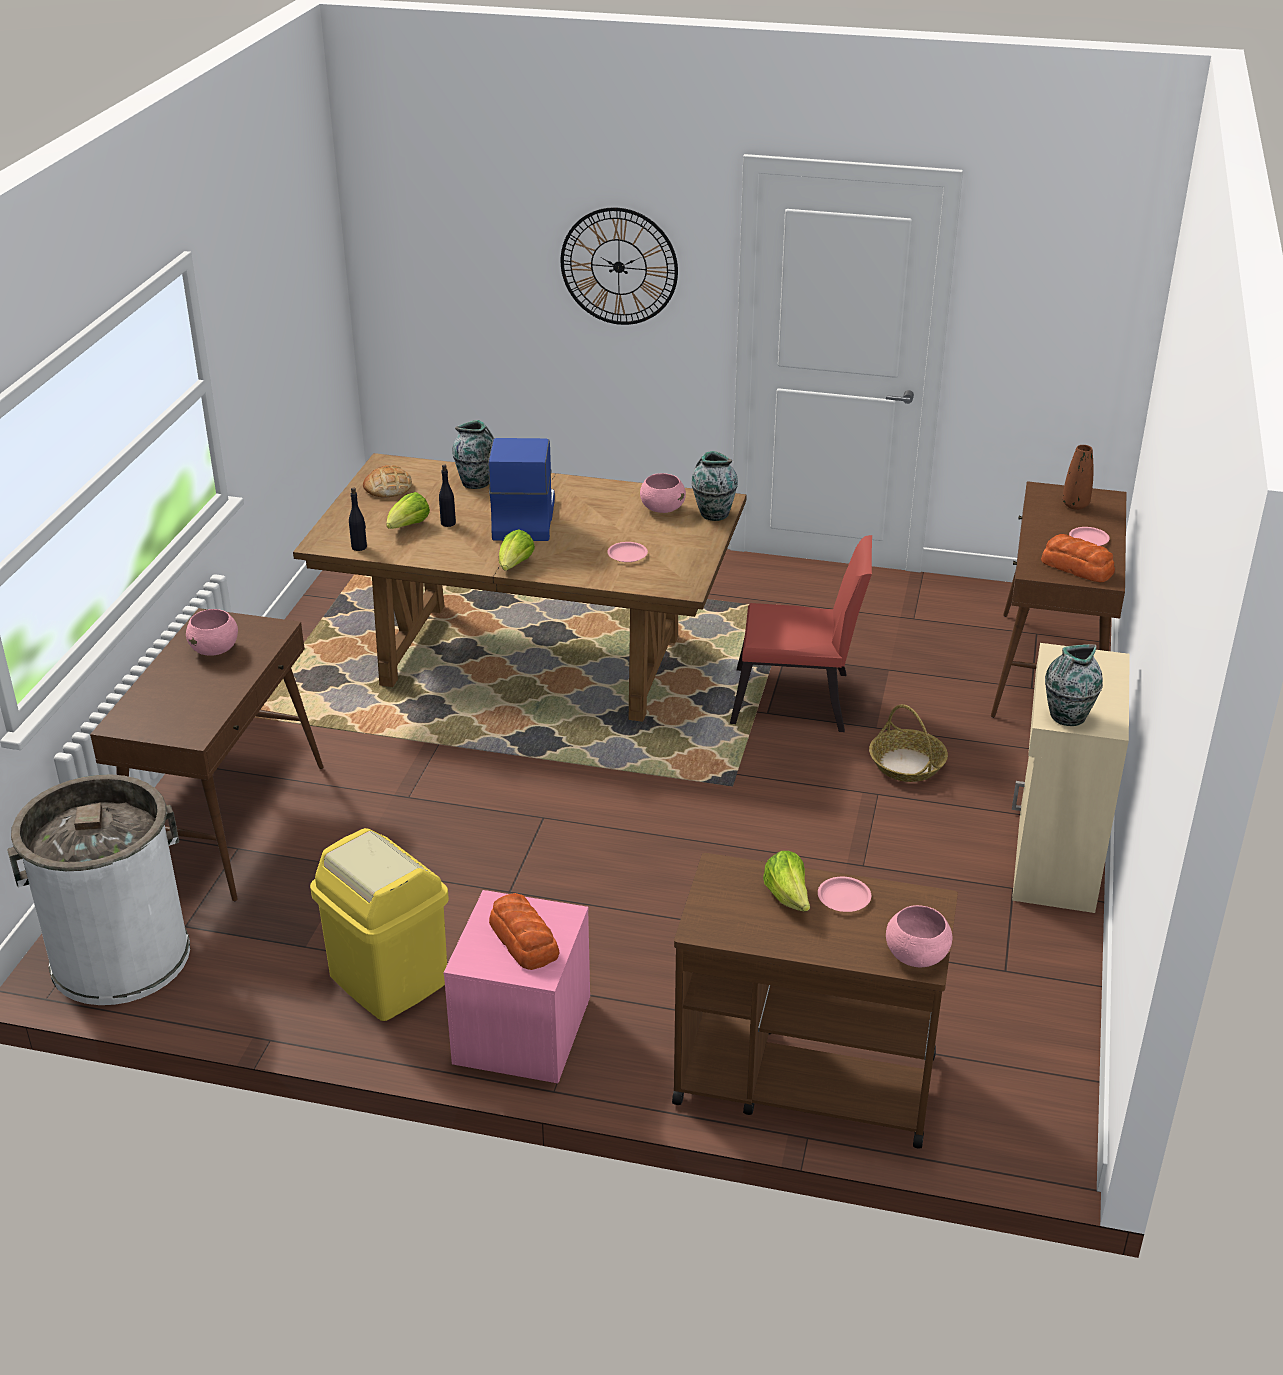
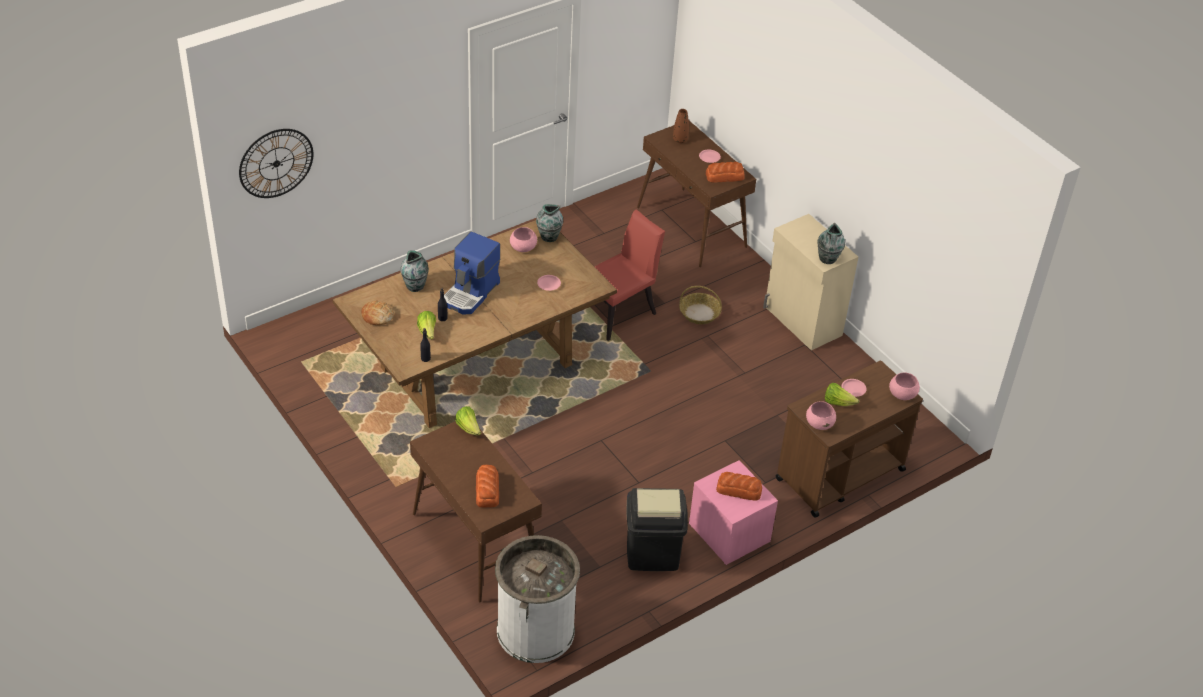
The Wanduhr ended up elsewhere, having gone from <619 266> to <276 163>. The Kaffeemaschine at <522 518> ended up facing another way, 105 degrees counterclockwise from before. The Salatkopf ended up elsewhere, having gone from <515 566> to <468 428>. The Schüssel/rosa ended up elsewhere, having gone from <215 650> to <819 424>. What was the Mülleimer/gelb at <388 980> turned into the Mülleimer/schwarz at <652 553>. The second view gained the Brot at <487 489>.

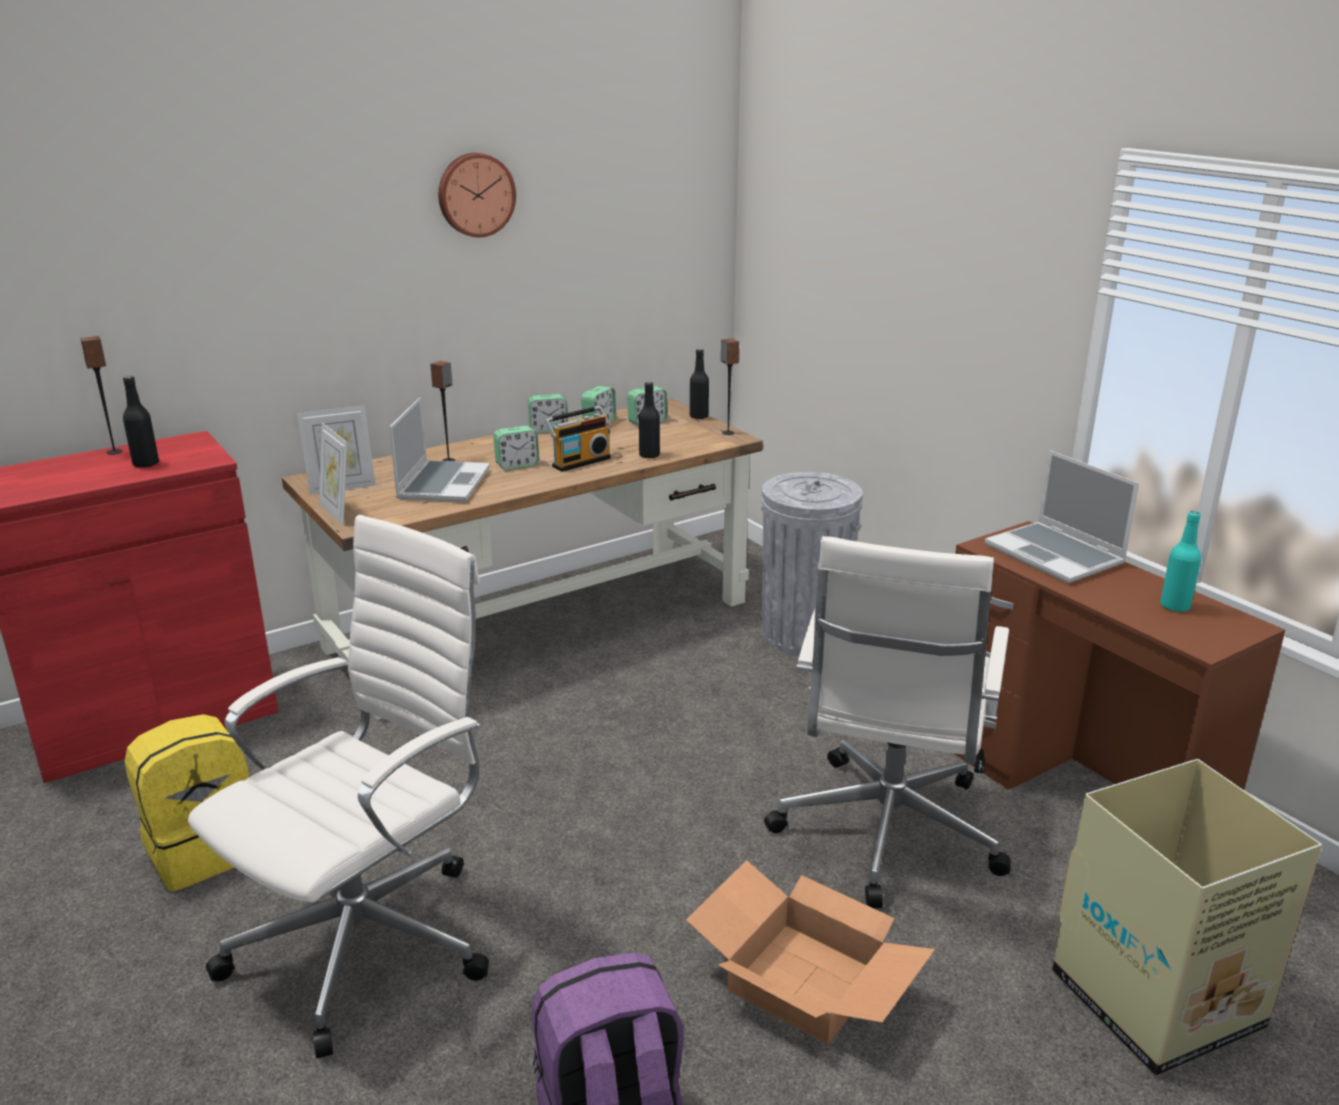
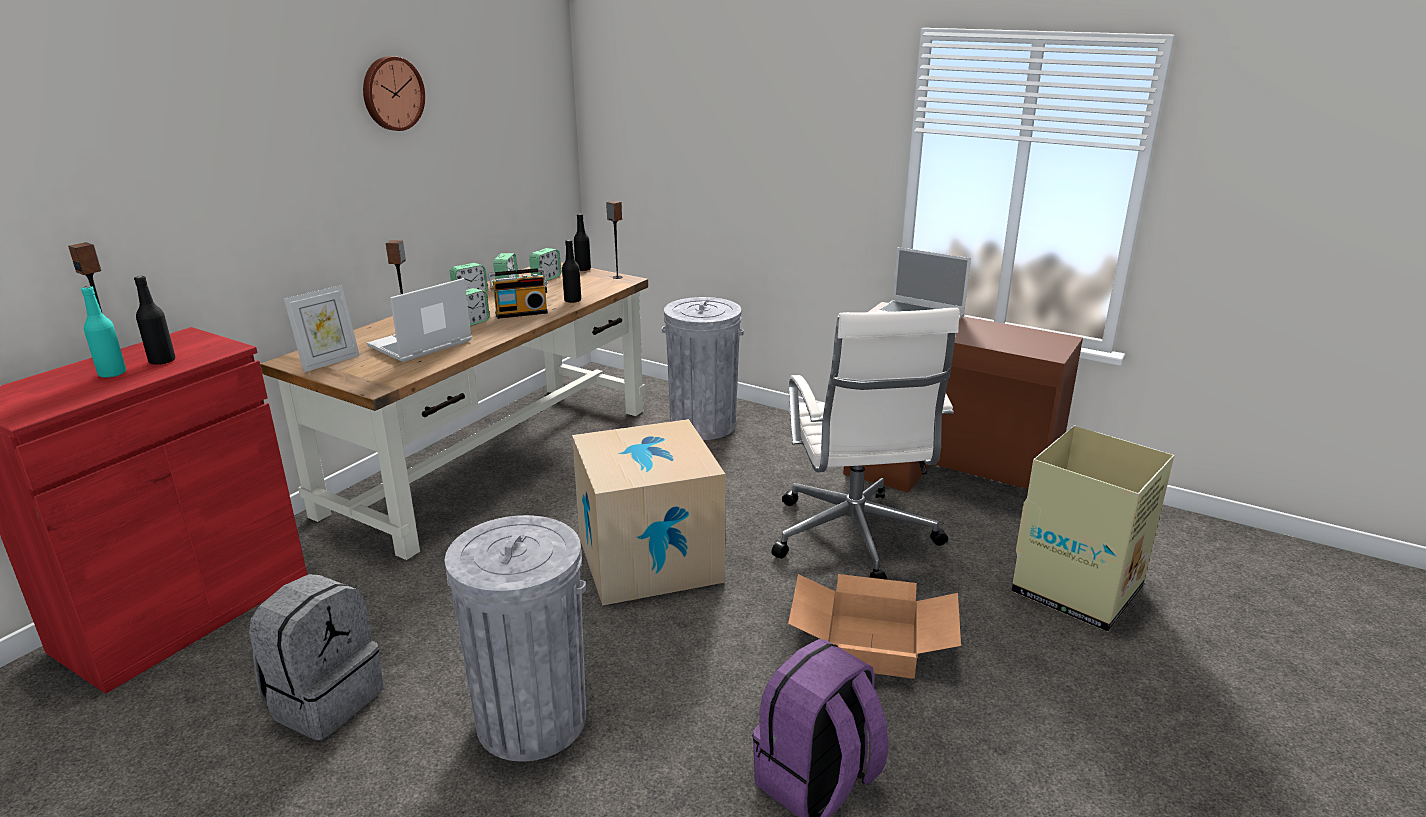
The Laptop at <443 483> ended up facing another way, 120 degrees counterclockwise from before. The Radio at <580 461> ended up facing another way, 45 degrees clockwise from before. The second view lost the Bilderrahmen at <337 513>. The Flasche/türkis ended up elsewhere, having gone from <1175 606> to <112 373>. Where the Bürostuhl/weiß stood at <369 939>, the Mülleimer/grau came to stand at <532 719>. What was the Rucksack/gelb at <204 850> turned into the Rucksack/grau at <325 700>. The second view gained the Karton at <649 559>.

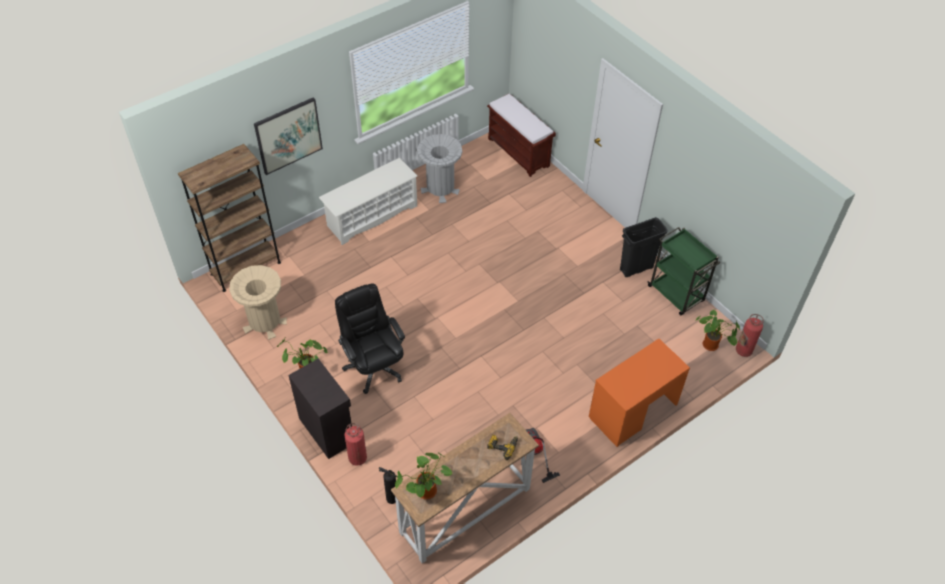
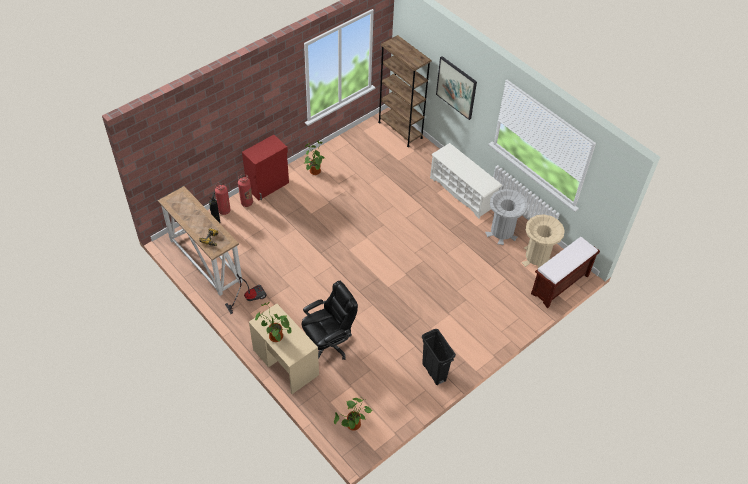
The second view lost the Rollwagen/grün at <676 294>. The Mülleimer/beige ended up elsewhere, having gone from <264 322> to <536 258>. The Bürostuhl/schwarz ended up elsewhere, having gone from <374 366> to <329 343>. The Feuerlöscher ended up elsewhere, having gone from <743 350> to <224 210>. What was the Schreibtisch/orange at <633 411> turned into the Schreibtisch/beige at <285 362>. What was the Schrank/schwarz at <327 429> turned into the Schrank/rot at <268 186>. The Topfpflanze ended up elsewhere, having gone from <426 493> to <274 336>.

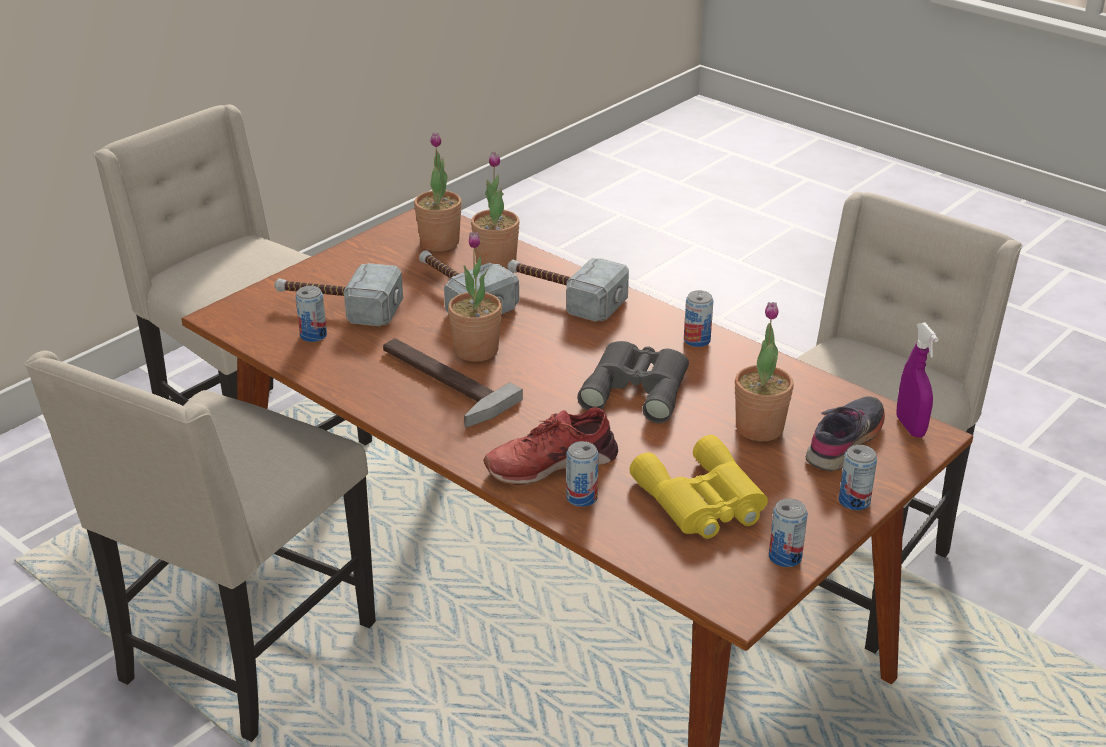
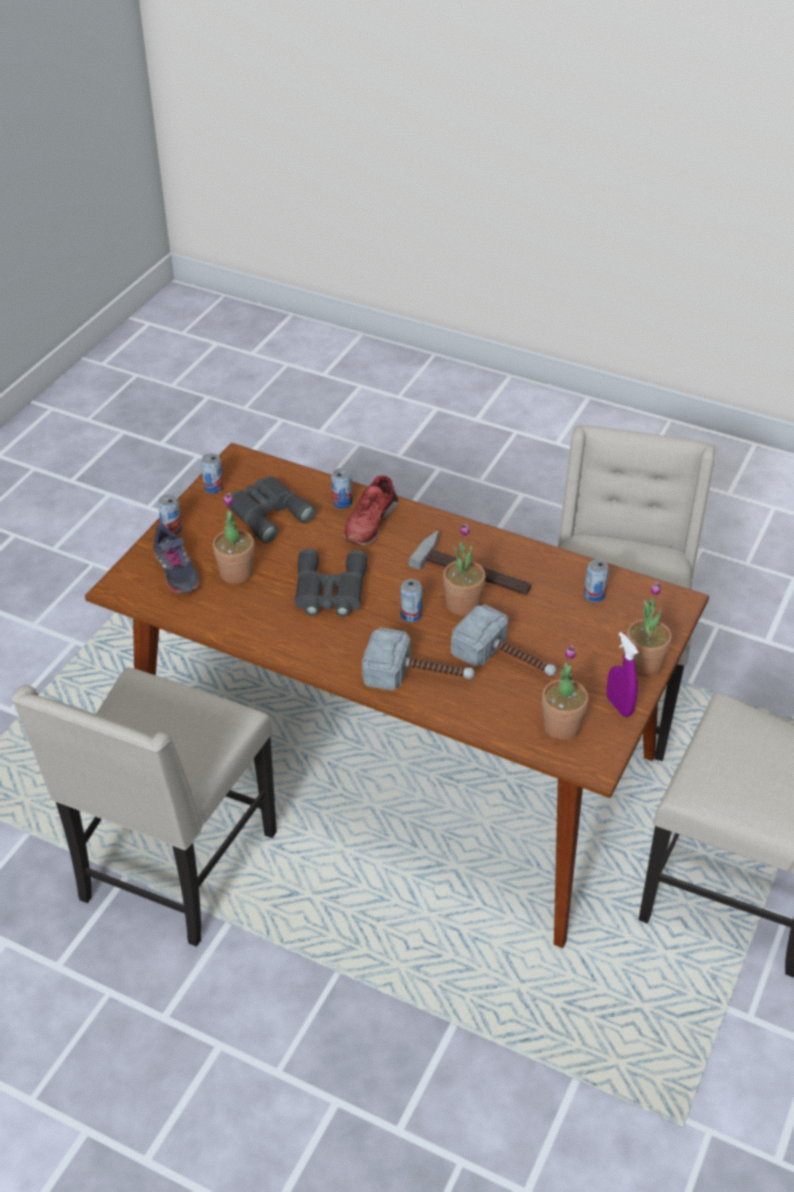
The Topfpflanze ended up elsewhere, having gone from <496 262> to <644 664>. The second view lost the Hammer at <338 307>. The Dose ended up elsewhere, having gone from <697 340> to <411 615>. The Sprühflasche/lila ended up elsewhere, having gone from <910 427> to <619 706>. The Schuh/grau at <845 442> ended up facing another way, 45 degrees counterclockwise from before. The Schuh/rot at <551 463> ended up facing another way, 150 degrees clockwise from before. What was the Fernglas/gelb at <702 502> turned into the Fernglas/grau at <267 512>.

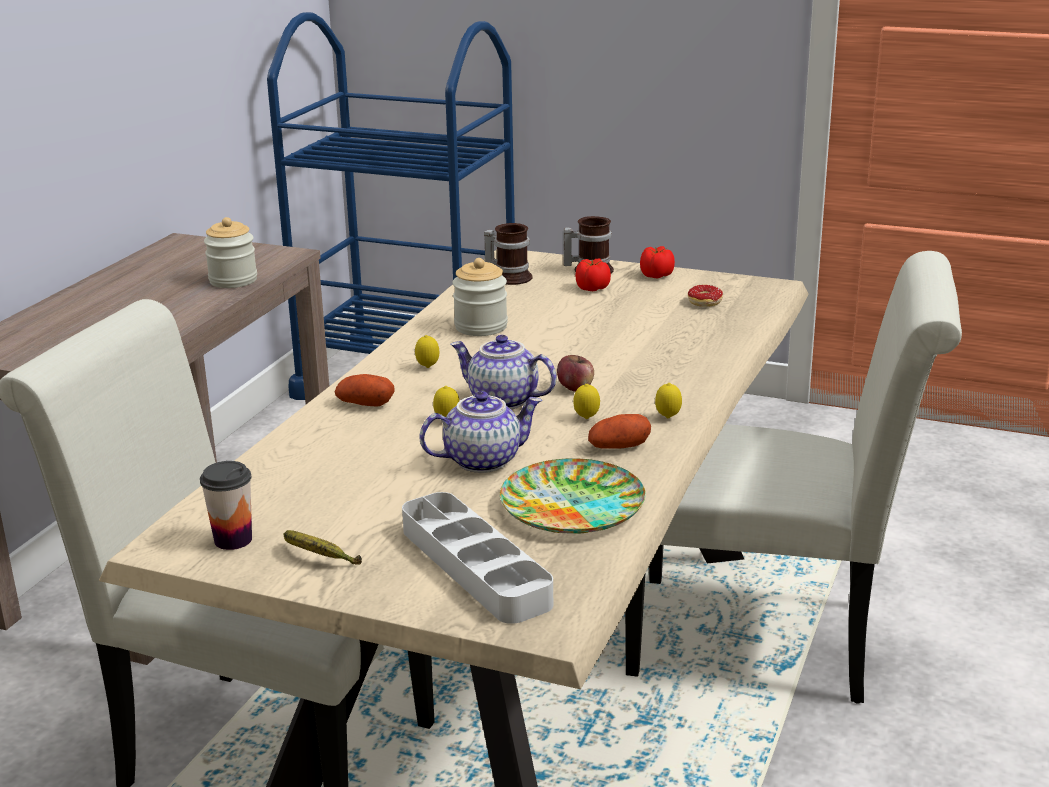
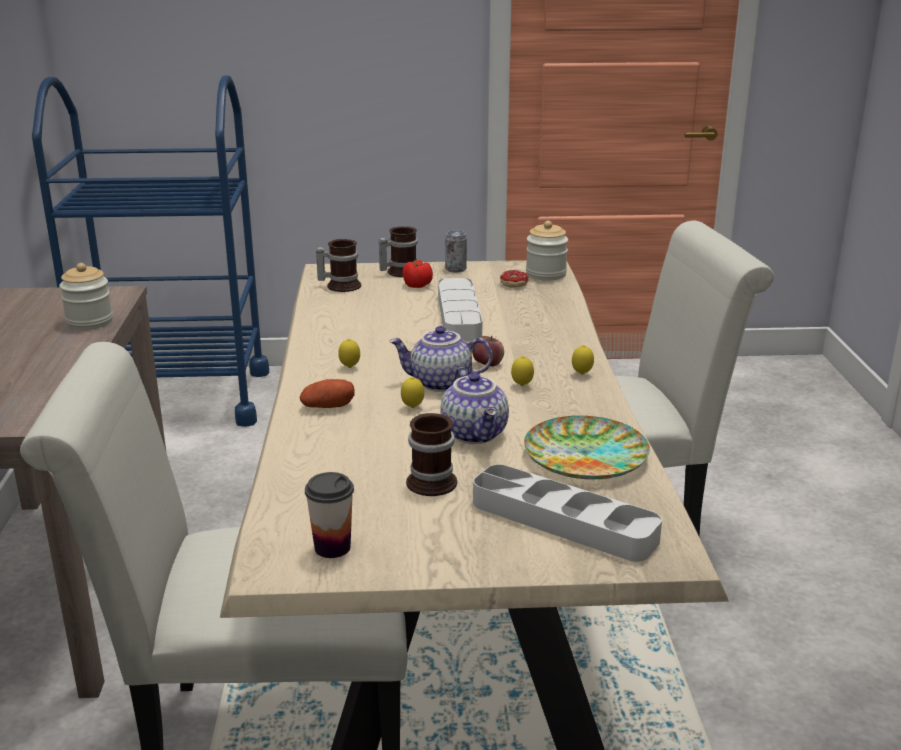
Where the Tomate stood at <656 275>, the Dose came to stand at <455 269>. The Vorratsglas ended up elsewhere, having gone from <481 327> to <546 274>. The Teekanne at <482 460> ended up facing another way, 120 degrees clockwise from before. The second view lost the Kartoffel at <619 447>. The second view lost the Banane at <318 558>. The second view gained the Tablett/grau at <459 316>. The second view gained the Henkelbecher at <433 479>.

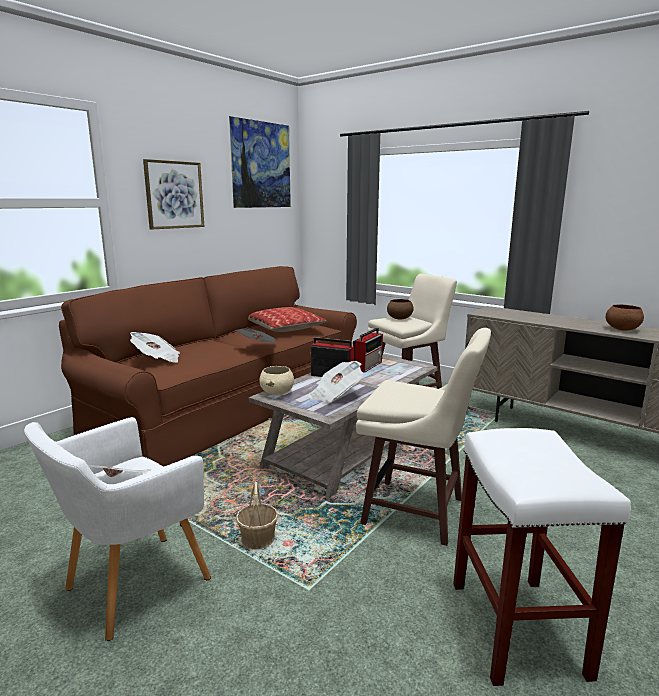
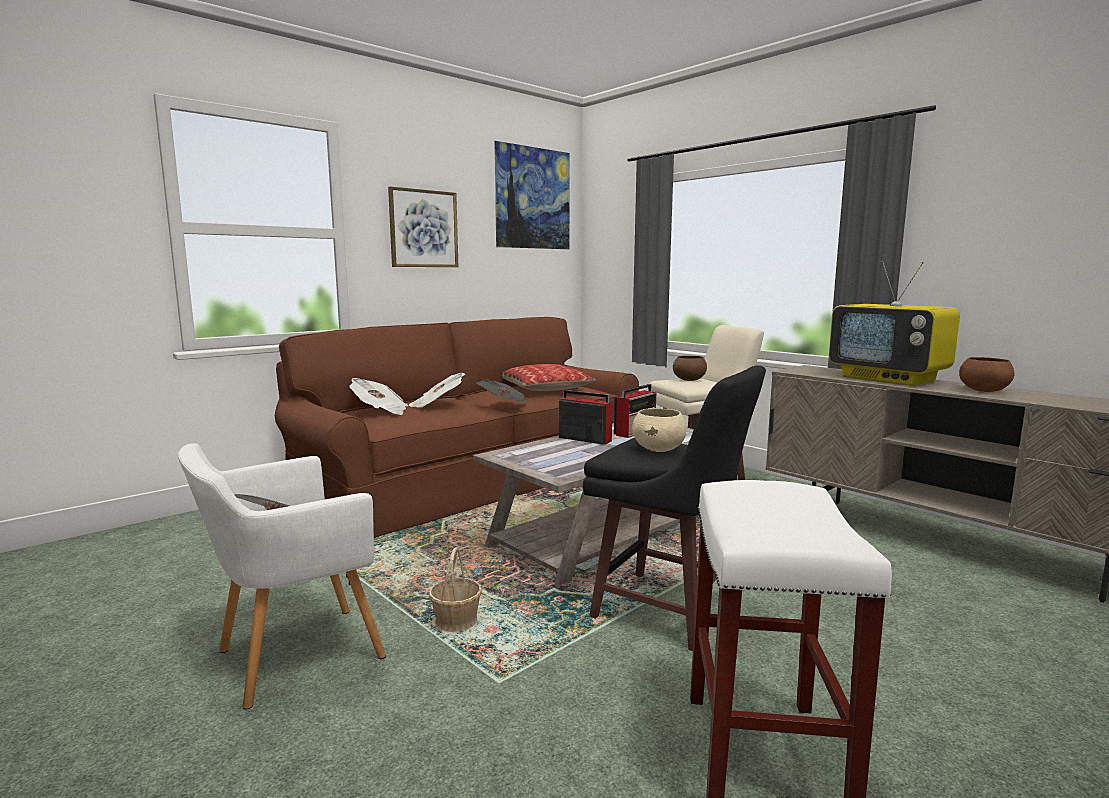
What was the Hocker/beige at <416 512> turned into the Hocker/schwarz at <667 611>. The Zeitung ended up elsewhere, having gone from <335 395> to <437 405>. The Schüssel/beige ended up elsewhere, having gone from <277 393> to <659 449>. The second view gained the Fernseher at <889 379>.

